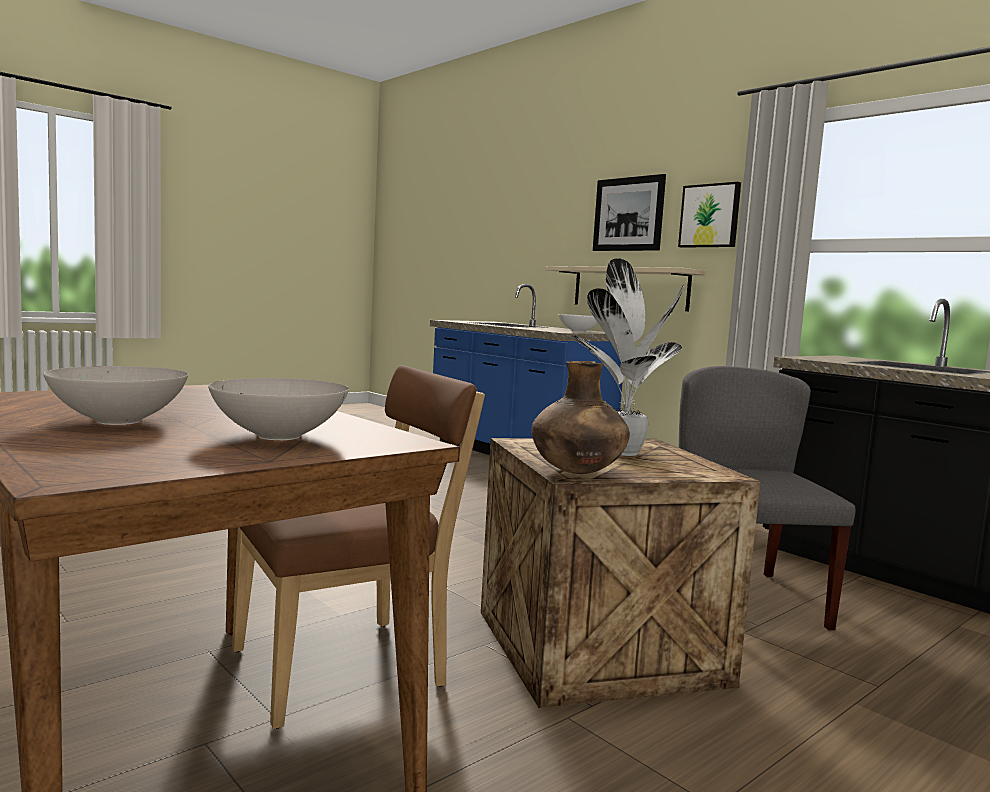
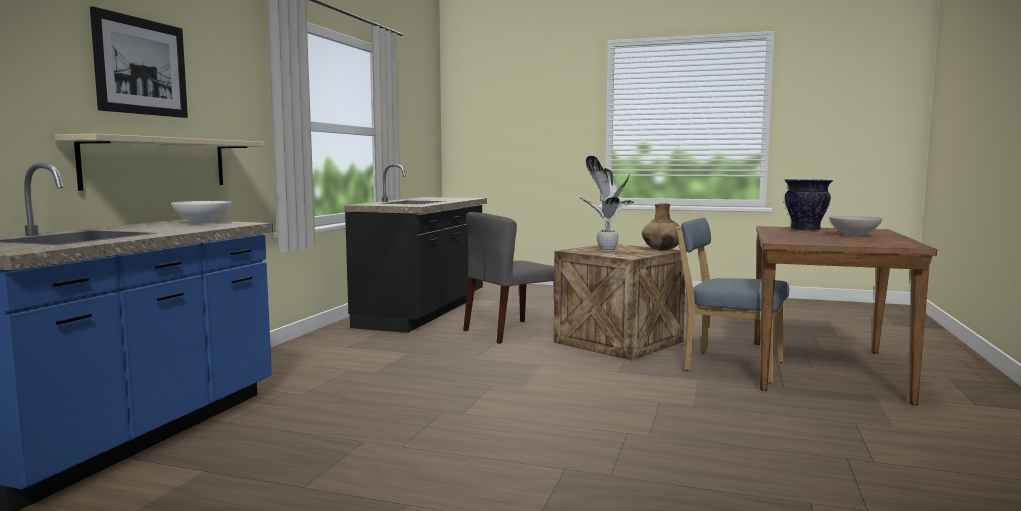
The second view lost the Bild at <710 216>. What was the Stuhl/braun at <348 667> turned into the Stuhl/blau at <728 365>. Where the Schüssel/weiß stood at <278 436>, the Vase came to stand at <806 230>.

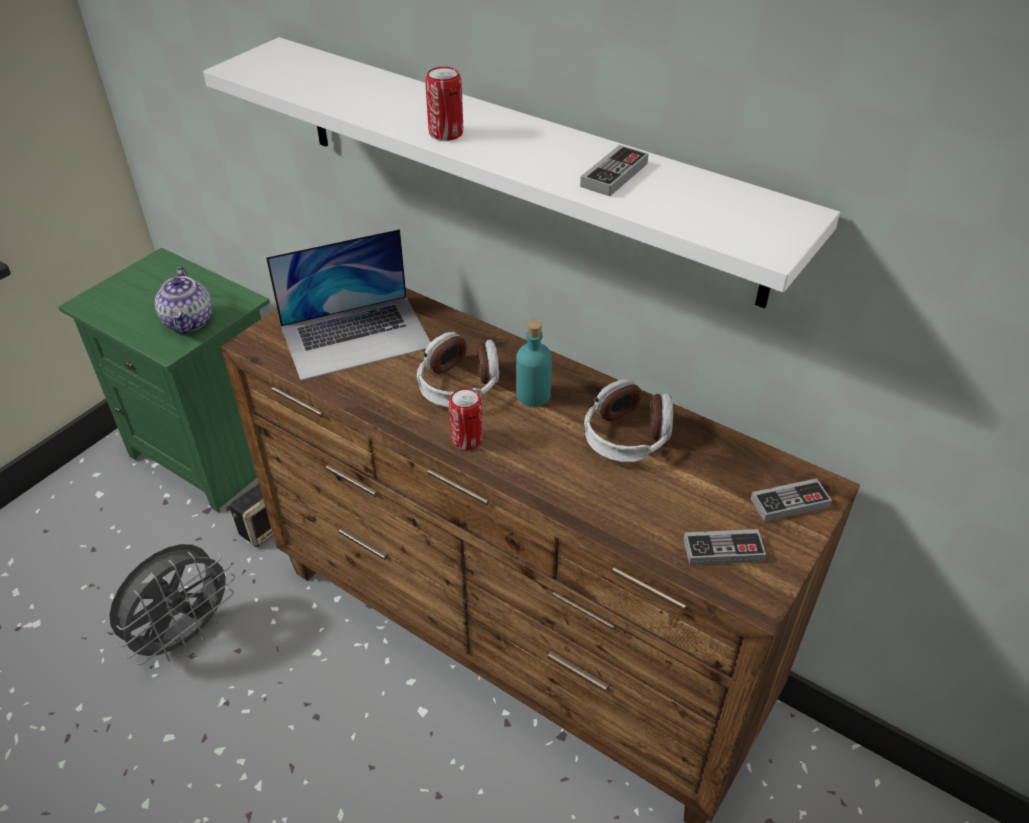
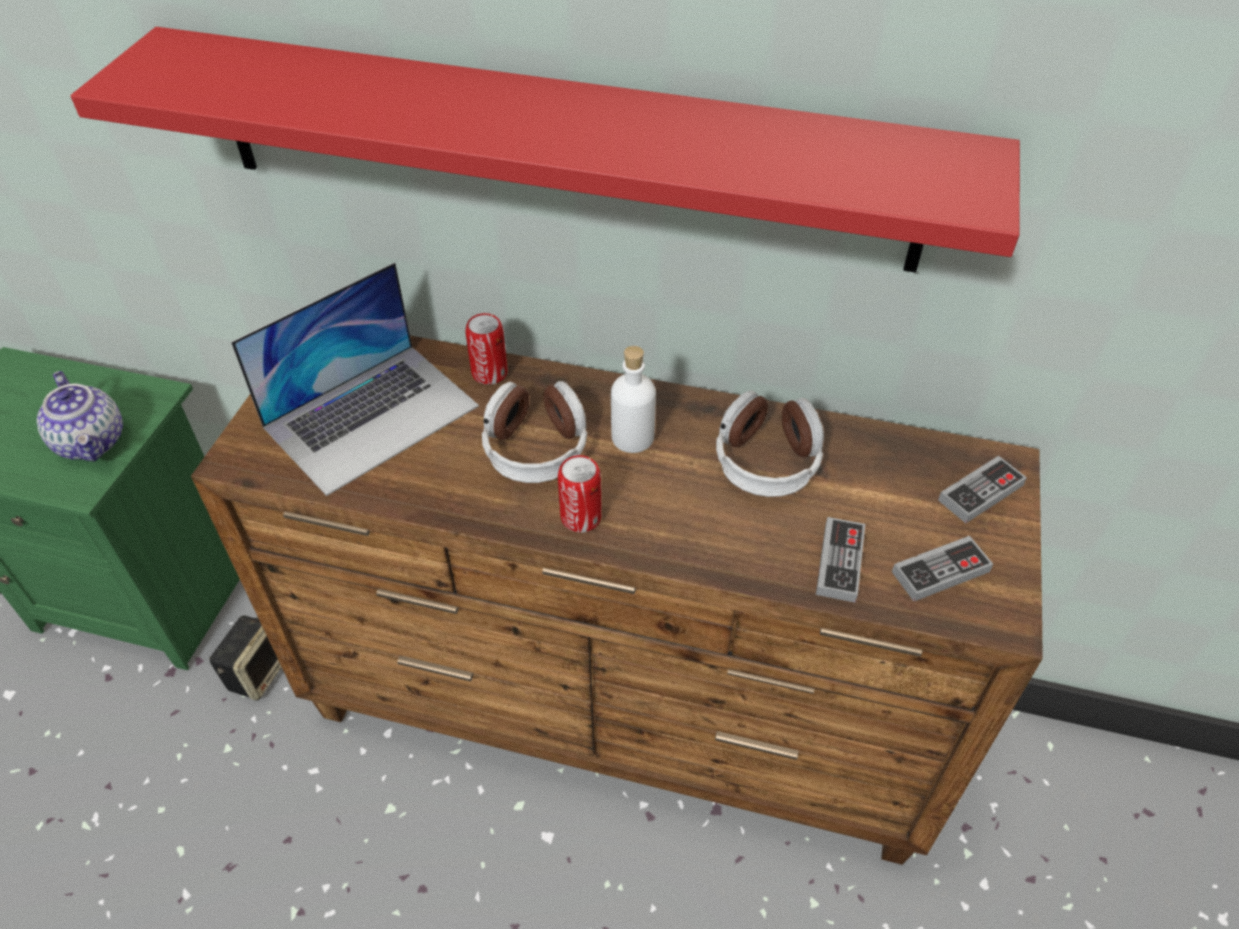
What was the Wandregal/weiß at <517 165> turned into the Wandregal/rot at <558 150>. The Dose ended up elsewhere, having gone from <446 133> to <489 373>. The Gamepad ended up elsewhere, having gone from <614 175> to <839 562>. What was the Flasche/türkis at <533 395> turned into the Flasche/weiß at <632 437>. The second view lost the Ventilator/grau at <185 635>.

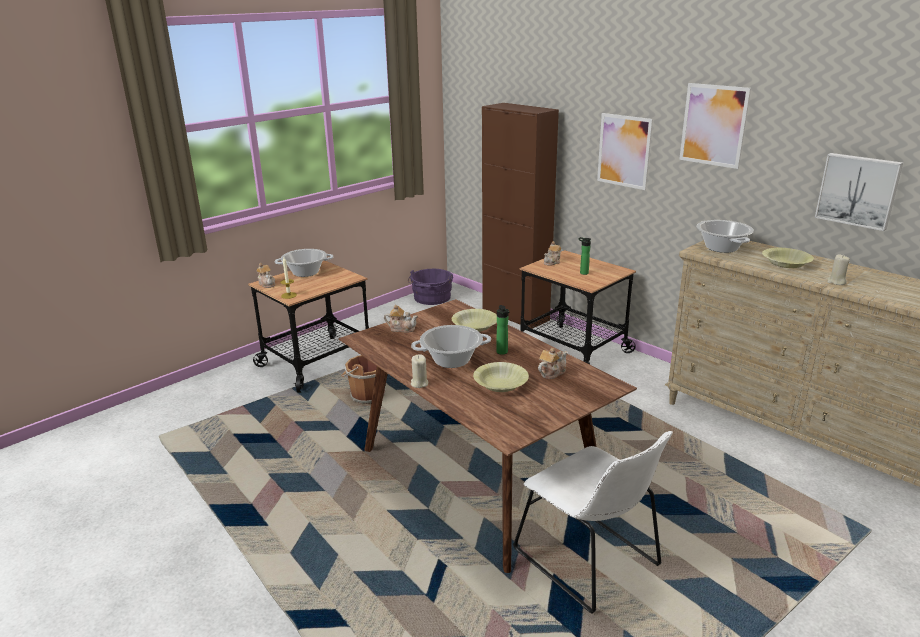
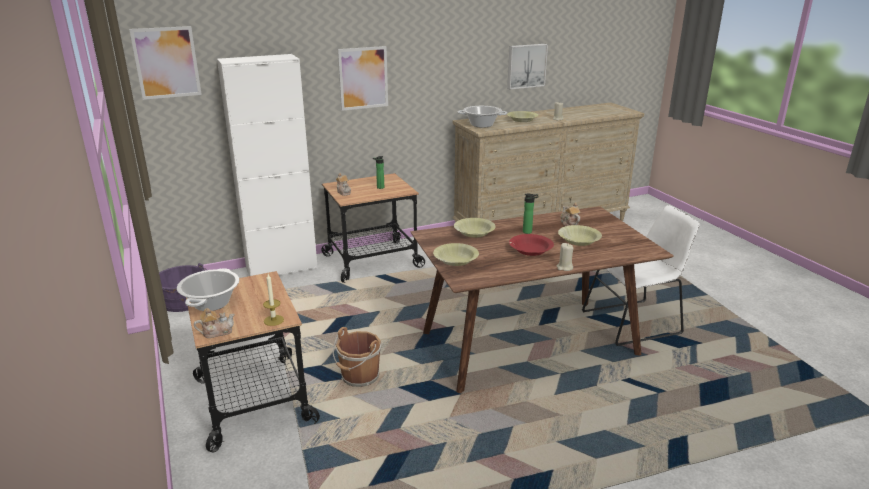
The Bild ended up elsewhere, having gone from <713 125> to <166 62>. What was the Schrank/braun at <515 315> turned into the Schrank/weiß at <281 268>. Where the Teekanne stood at <401 328>, the Schüssel/gelb came to stand at <455 260>. Where the Kochtopf stood at <451 360>, the Schüssel/rot came to stand at <530 250>.

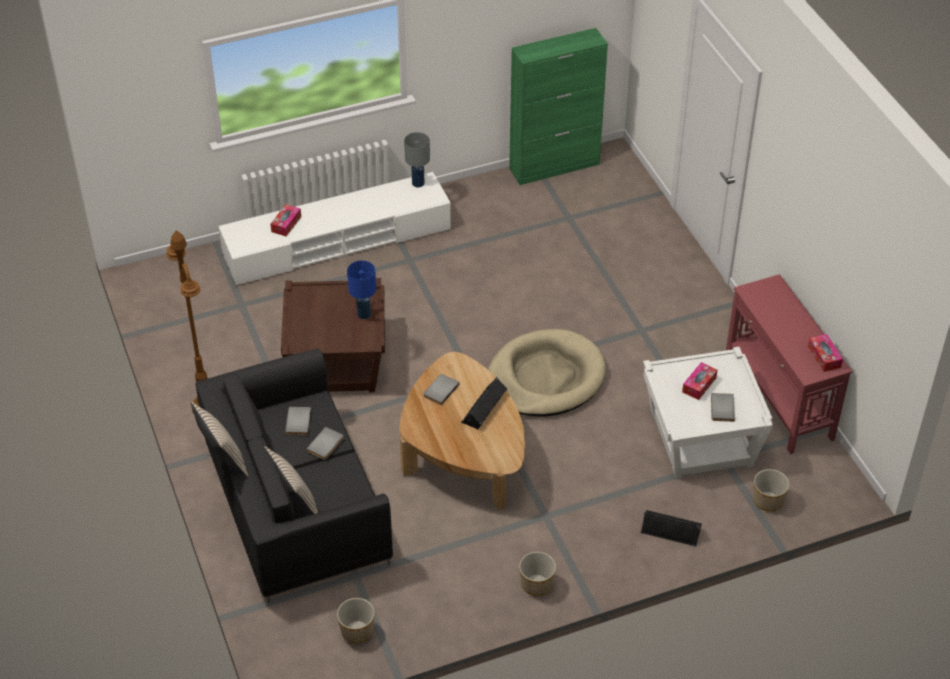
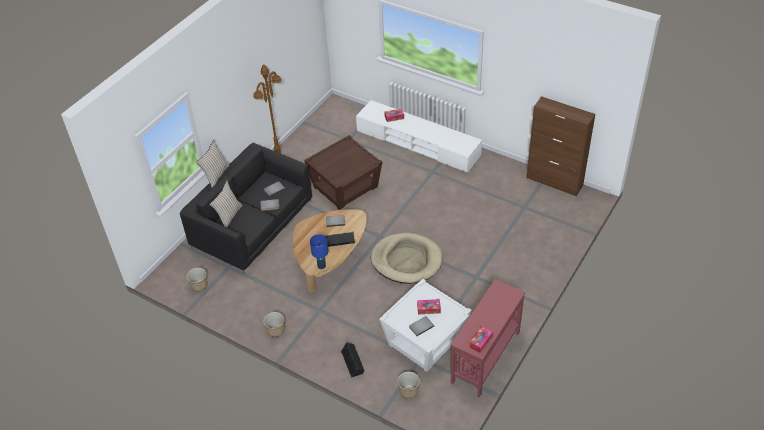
What was the Schrank/grün at <555 166> turned into the Schrank/braun at <554 182>. The second view lost the Tischlampe/grau at <418 183>. The Tischlampe/blau ended up elsewhere, having gone from <363 314> to <321 265>.

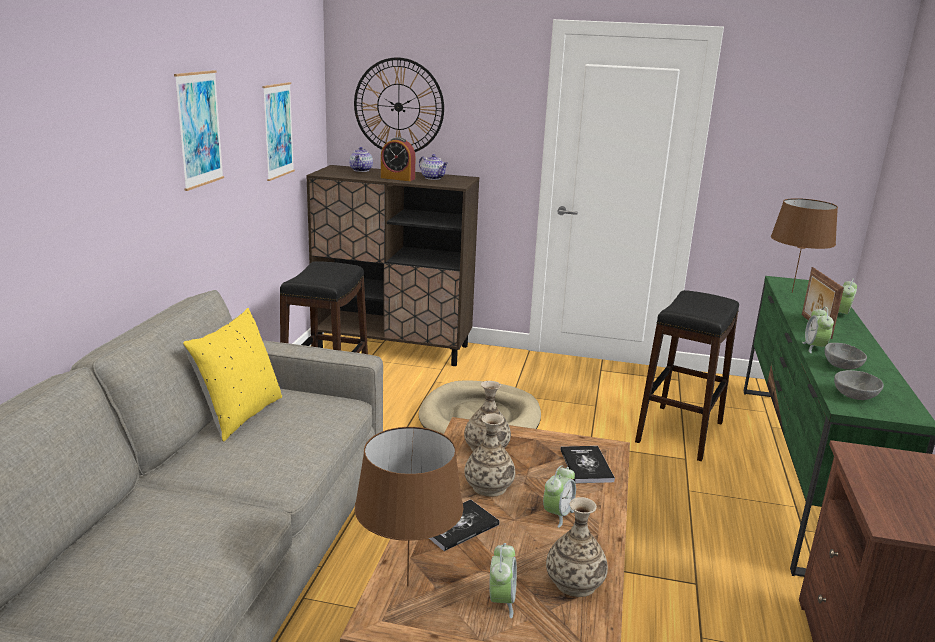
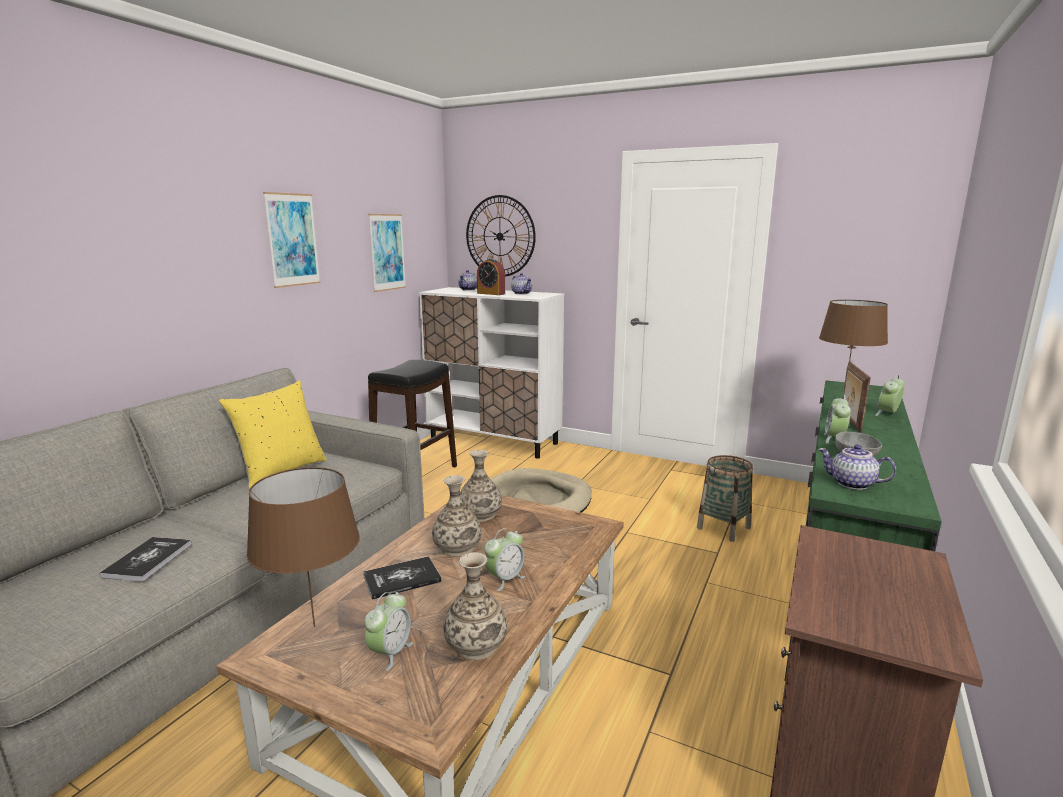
What was the Schrank/braun at <393 347> turned into the Schrank/weiß at <494 441>. Where the Hocker/schwarz stood at <679 432>, the Korb came to stand at <723 528>. Where the Schüssel/grau stood at <855 396>, the Teekanne came to stand at <851 484>. The Buch ended up elsewhere, having gone from <586 465> to <148 560>.

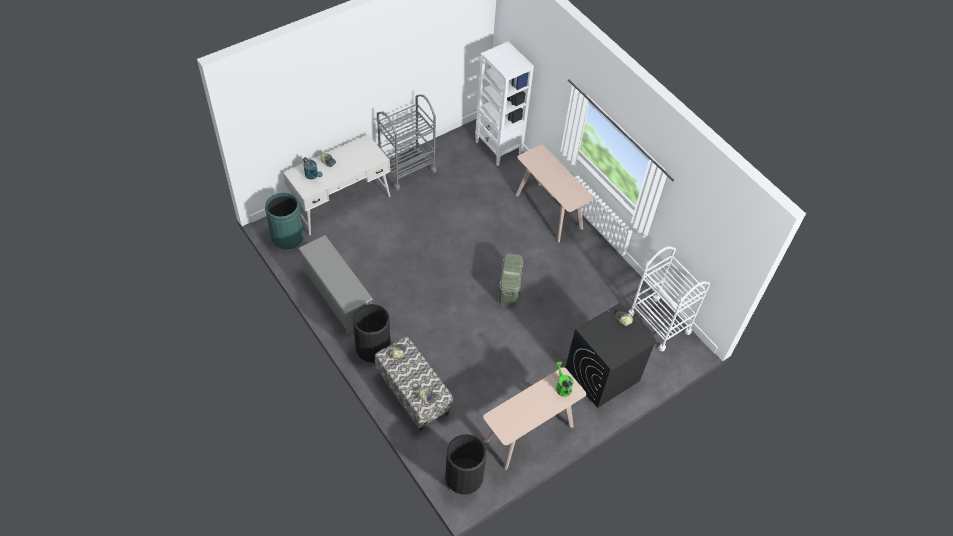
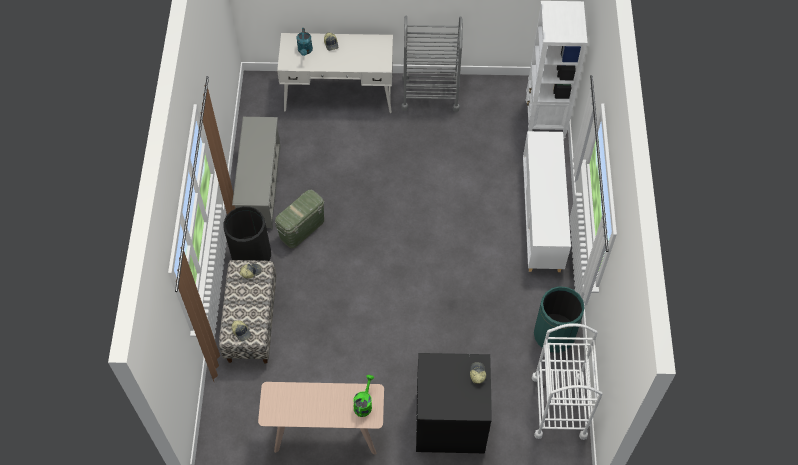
Where the Konsolentisch/beige stood at <549 211>, the Schrank/weiß came to stand at <541 217>. The Mülleimer/grün ended up elsewhere, having gone from <288 237> to <554 335>. The Aufbewahrungsbox/grün ended up elsewhere, having gone from <509 289> to <302 229>. The second view lost the Mülleimer/schwarz at <464 477>.

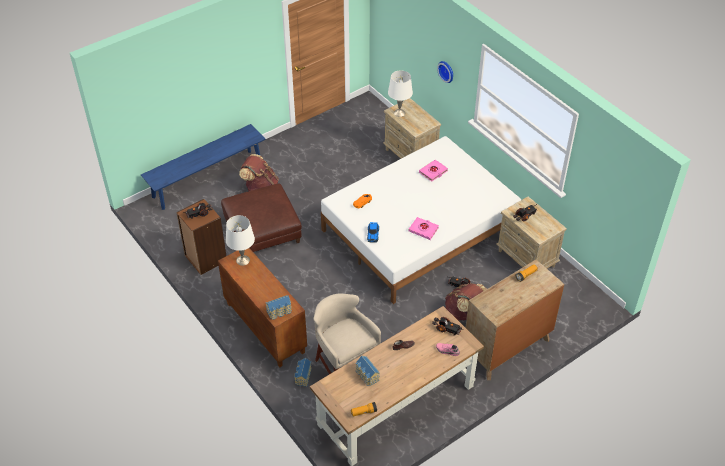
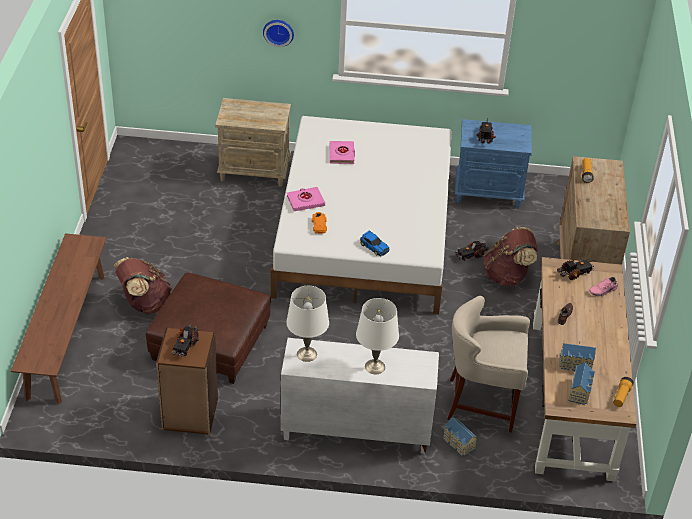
The Tischlampe/weiß ended up elsewhere, having gone from <399 112> to <374 366>. What was the Bank/blau at <207 179> turned into the Bank/braun at <66 335>. What was the Nachttisch/beige at <527 258> turned into the Nachttisch/blau at <489 192>. The Buch/rosa ended up elsewhere, having gone from <423 230> to <305 201>. What was the Schrank/braun at <264 328> turned into the Schrank/weiß at <355 431>. The Spielzeughaus ended up elsewhere, having gone from <279 311> to <581 391>.

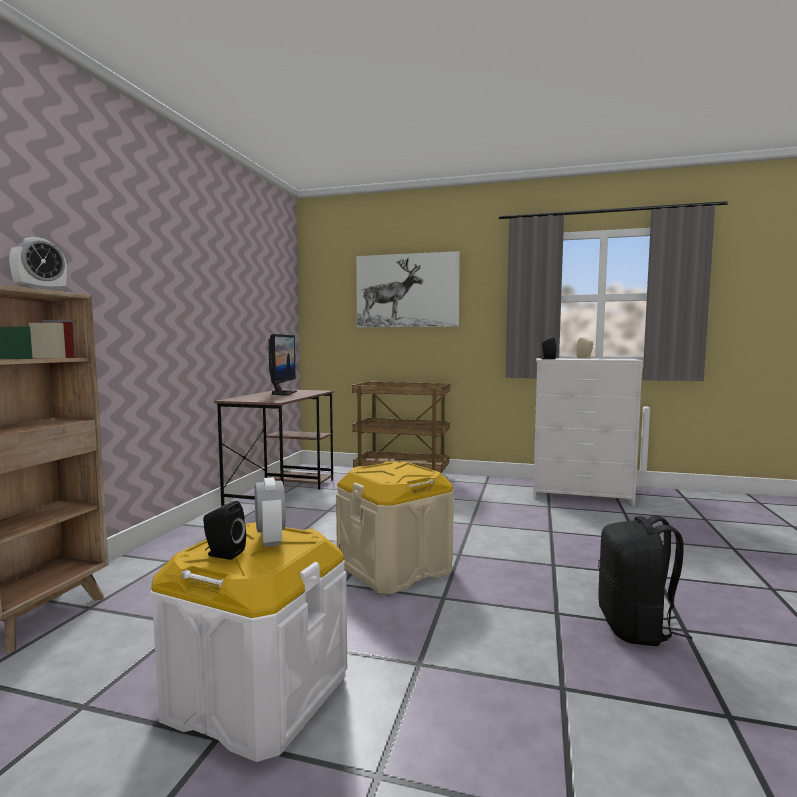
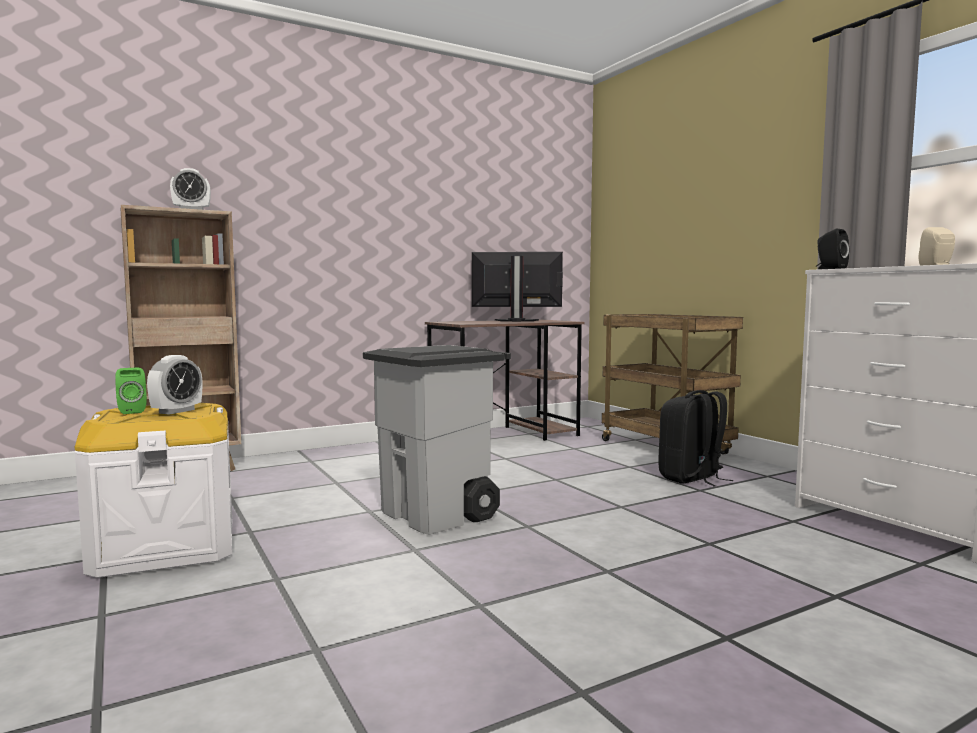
The second view lost the Bild at <407 290>. The Monitor at <282 393> ended up facing another way, 135 degrees counterclockwise from before. Where the Aufbewahrungsbox/beige stood at <395 567>, the Mülleimer/grau came to stand at <439 515>. What was the Lautsprecher/schwarz at <223 554> turned into the Lautsprecher/grün at <132 411>. The Rucksack/schwarz ended up elsewhere, having gone from <636 627> to <692 478>.

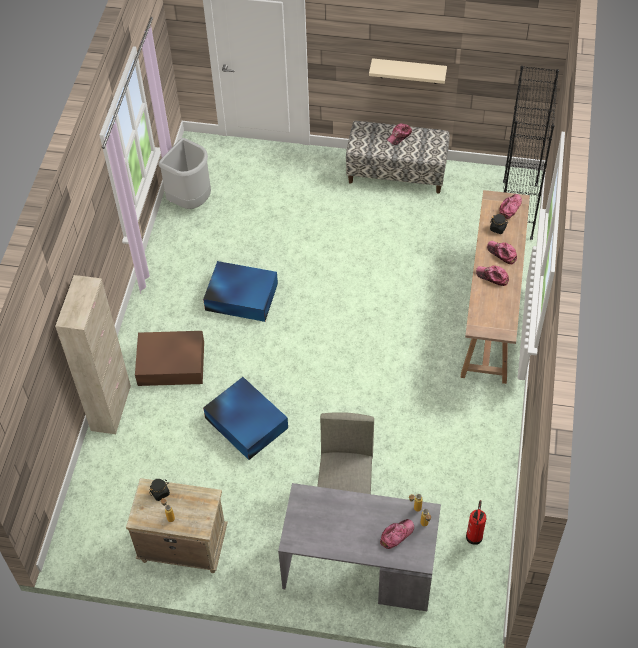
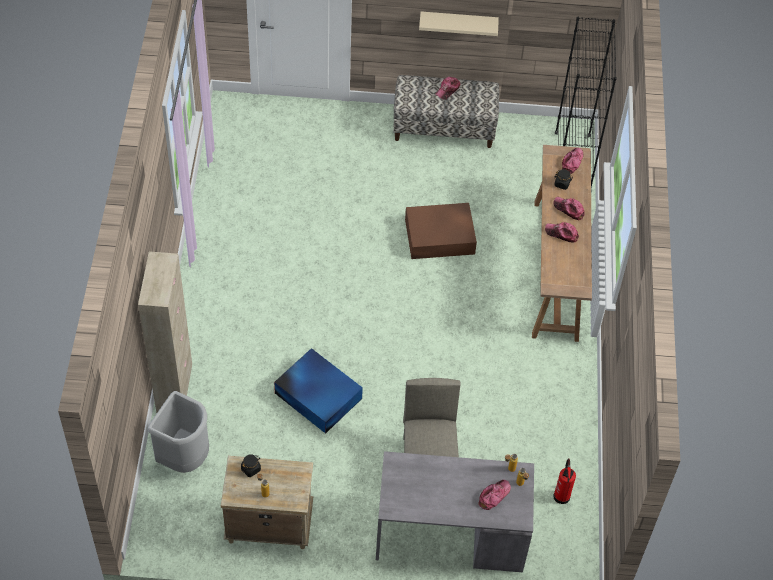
The Mülleimer/grau ended up elsewhere, having gone from <191 201> to <184 458>. The second view lost the Aufbewahrungsbox/blau at <240 296>. The Aufbewahrungsbox/braun ended up elsewhere, having gone from <172 364> to <440 237>.

